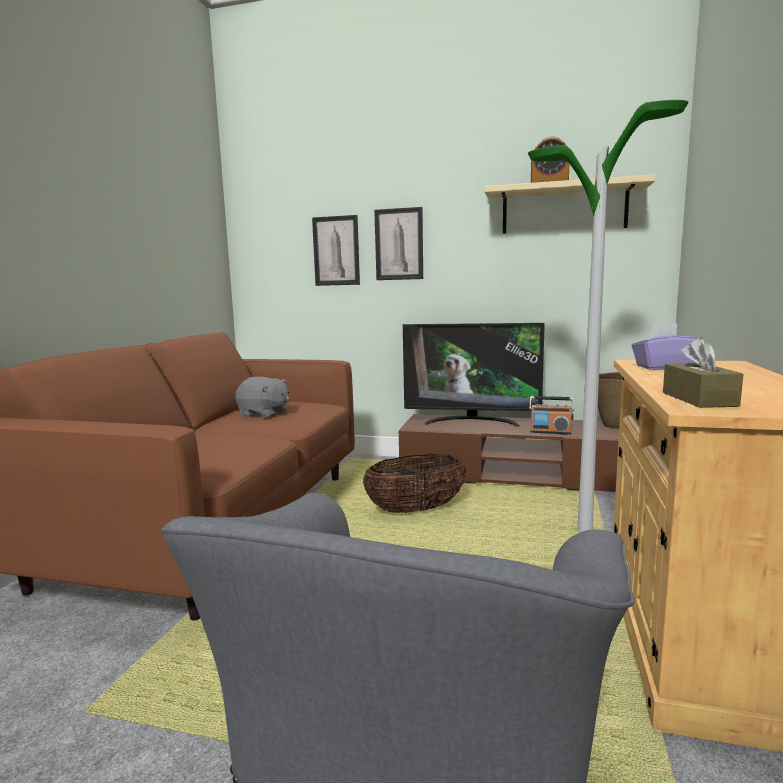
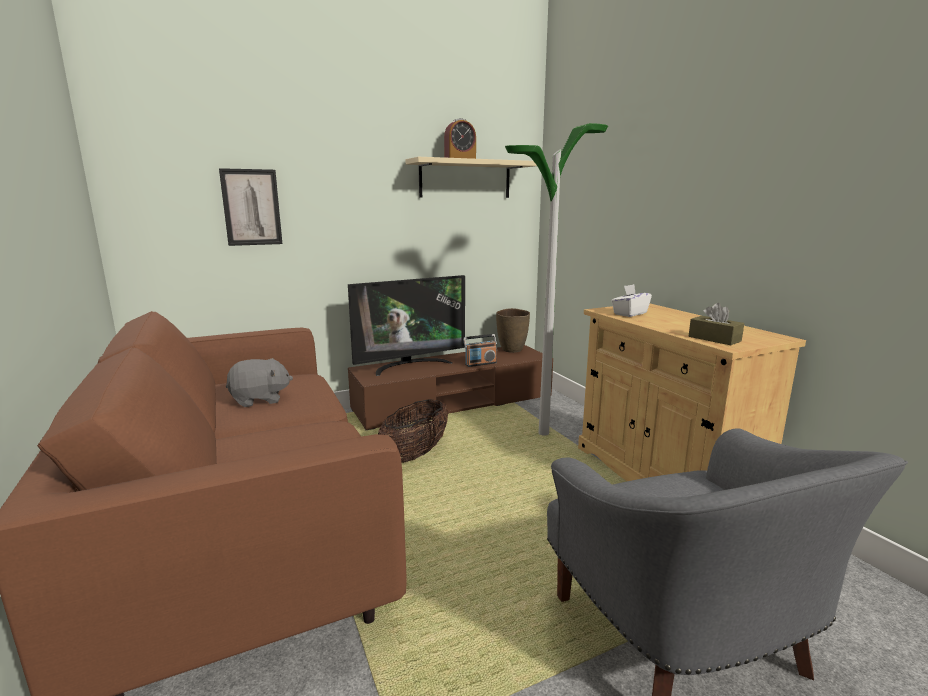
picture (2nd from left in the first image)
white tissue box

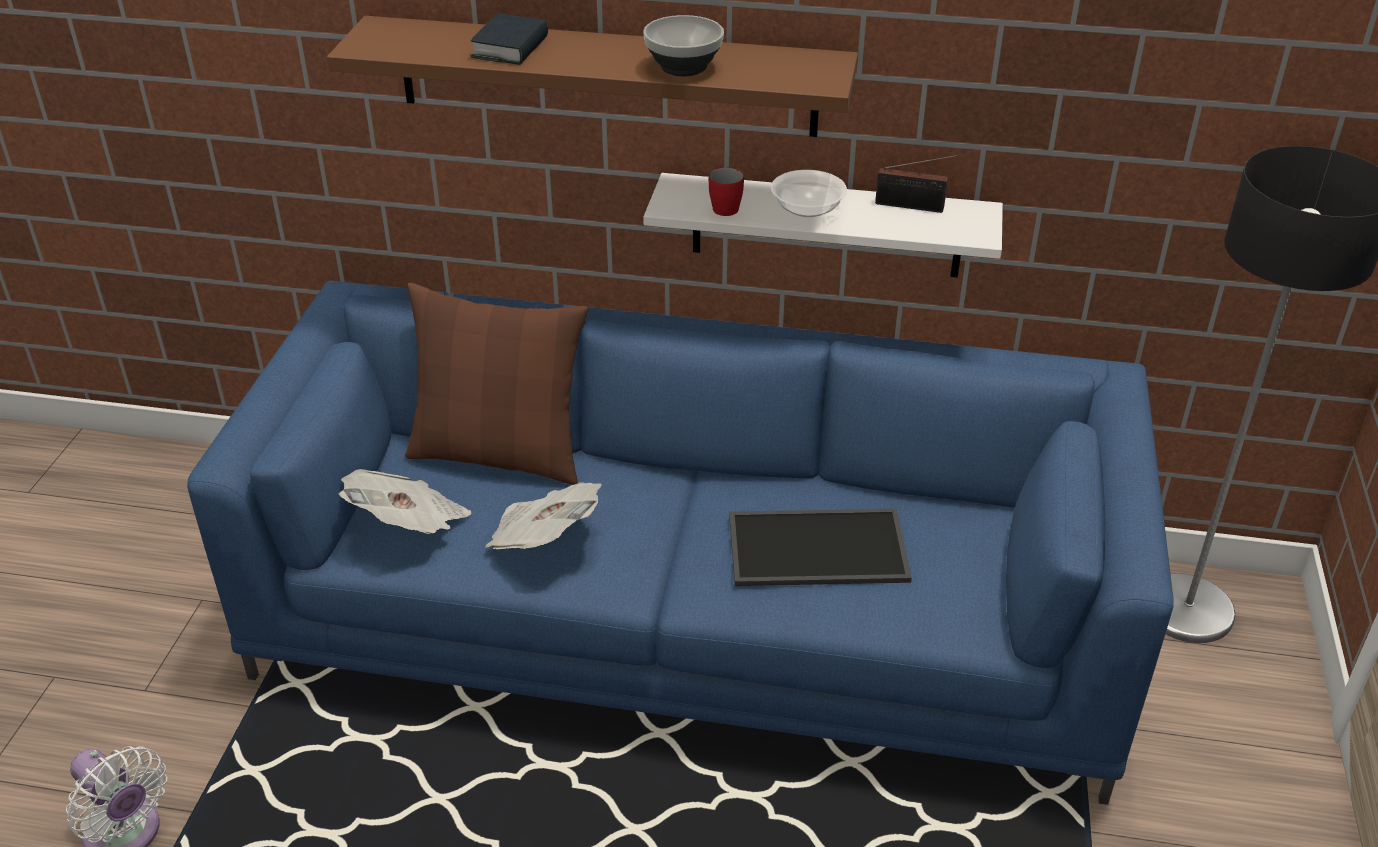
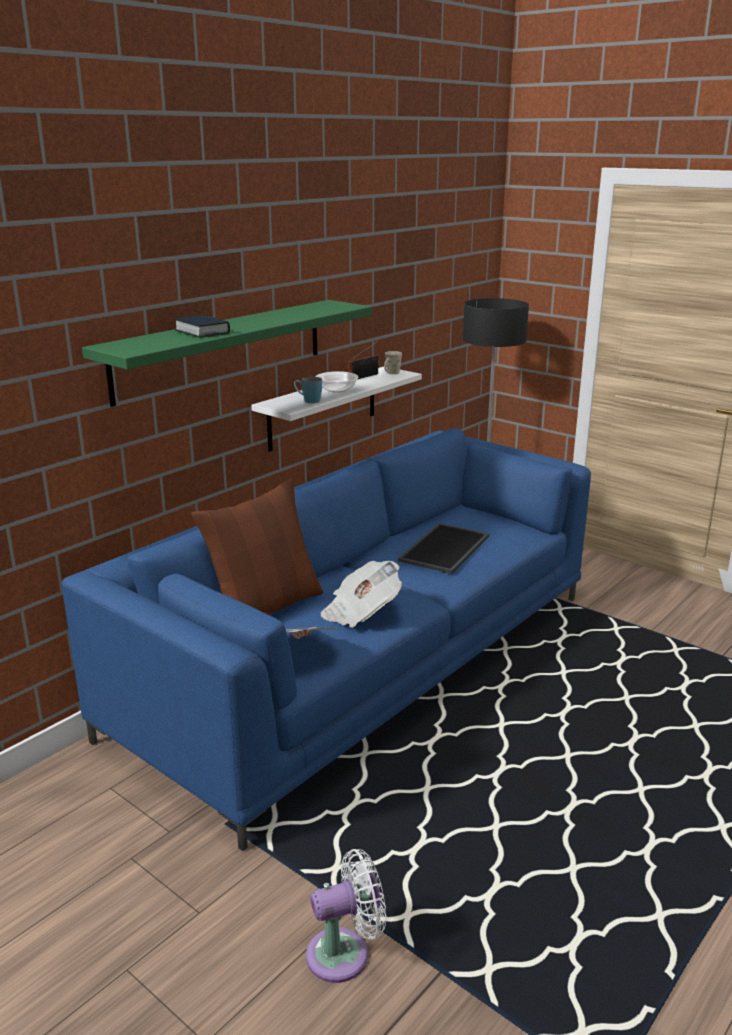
bowl (1st from left in the first image)
green shelf
blue mug
white mug

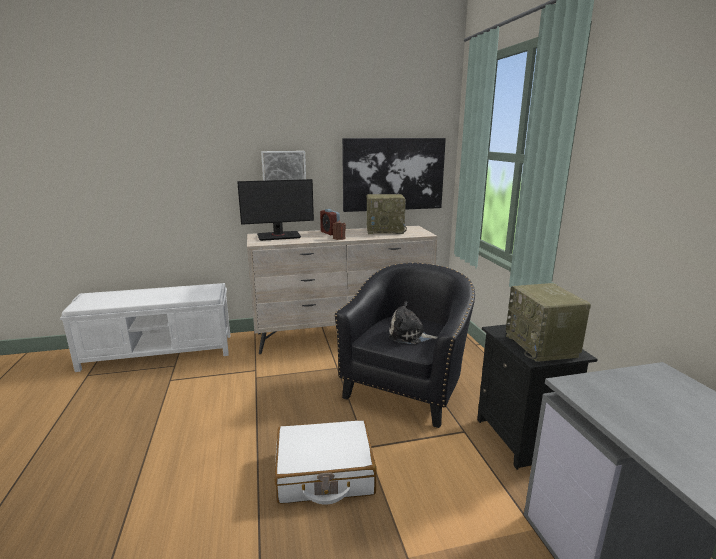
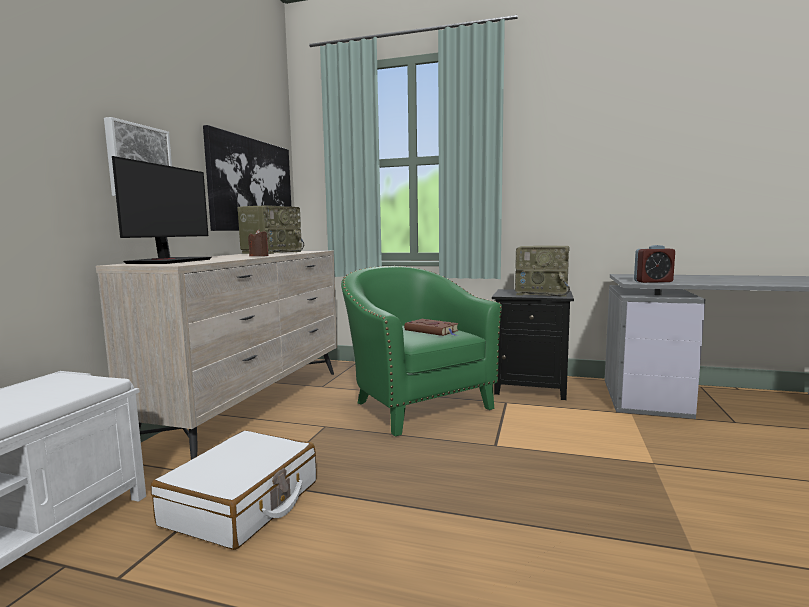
alarm clock
green armchair
brown book
white suitcase

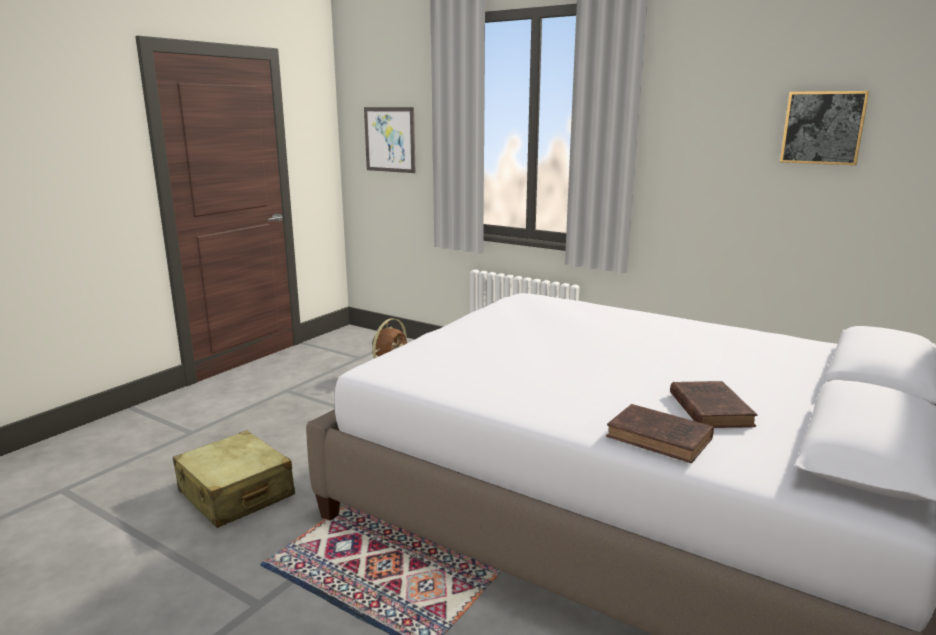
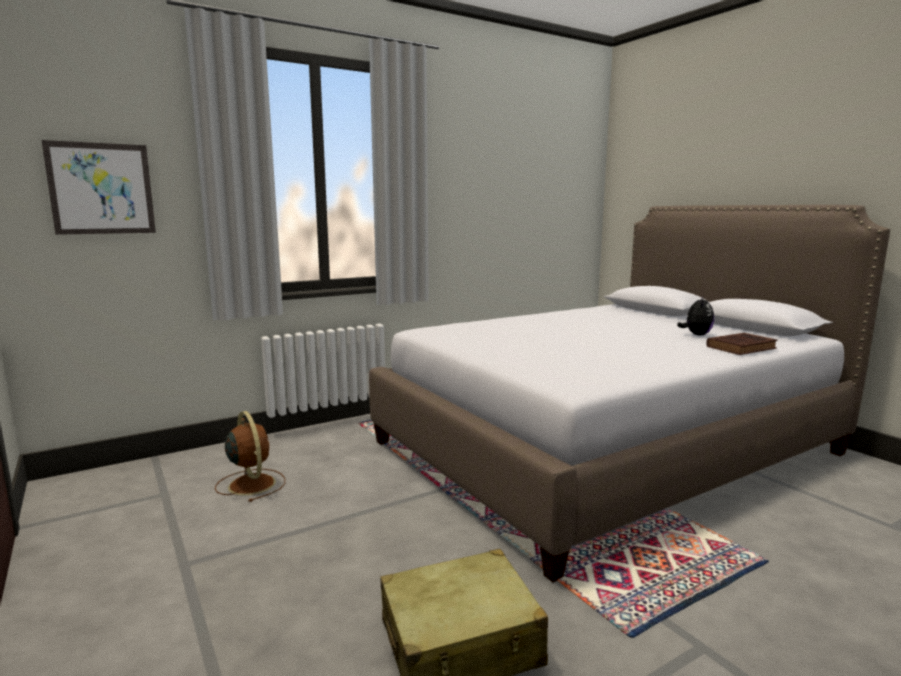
picture (2nd from left in the first image)
plush toy

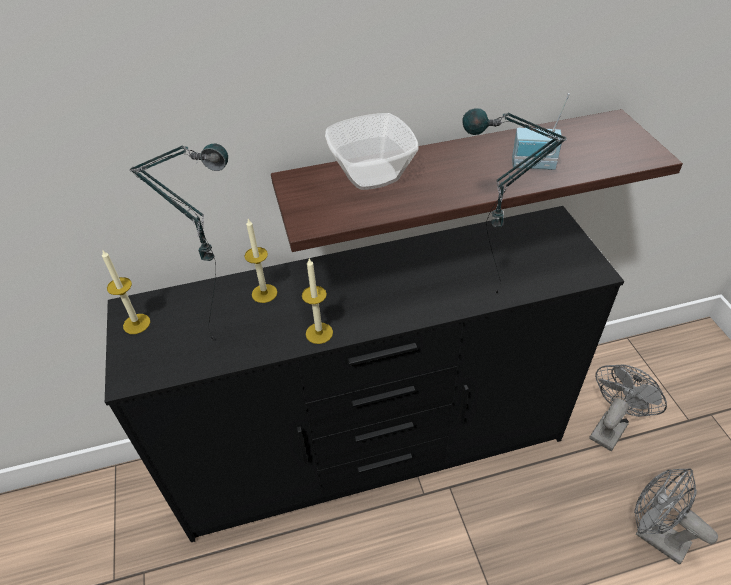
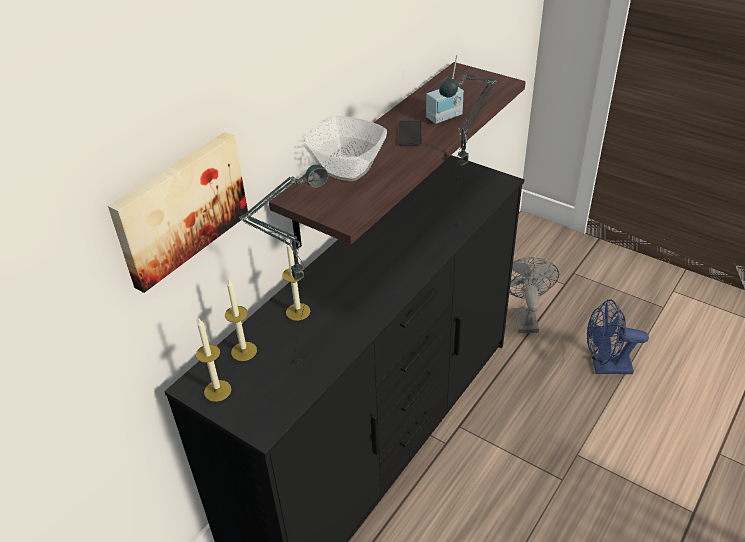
candle (2nd from left)
blue fan
phone
picture

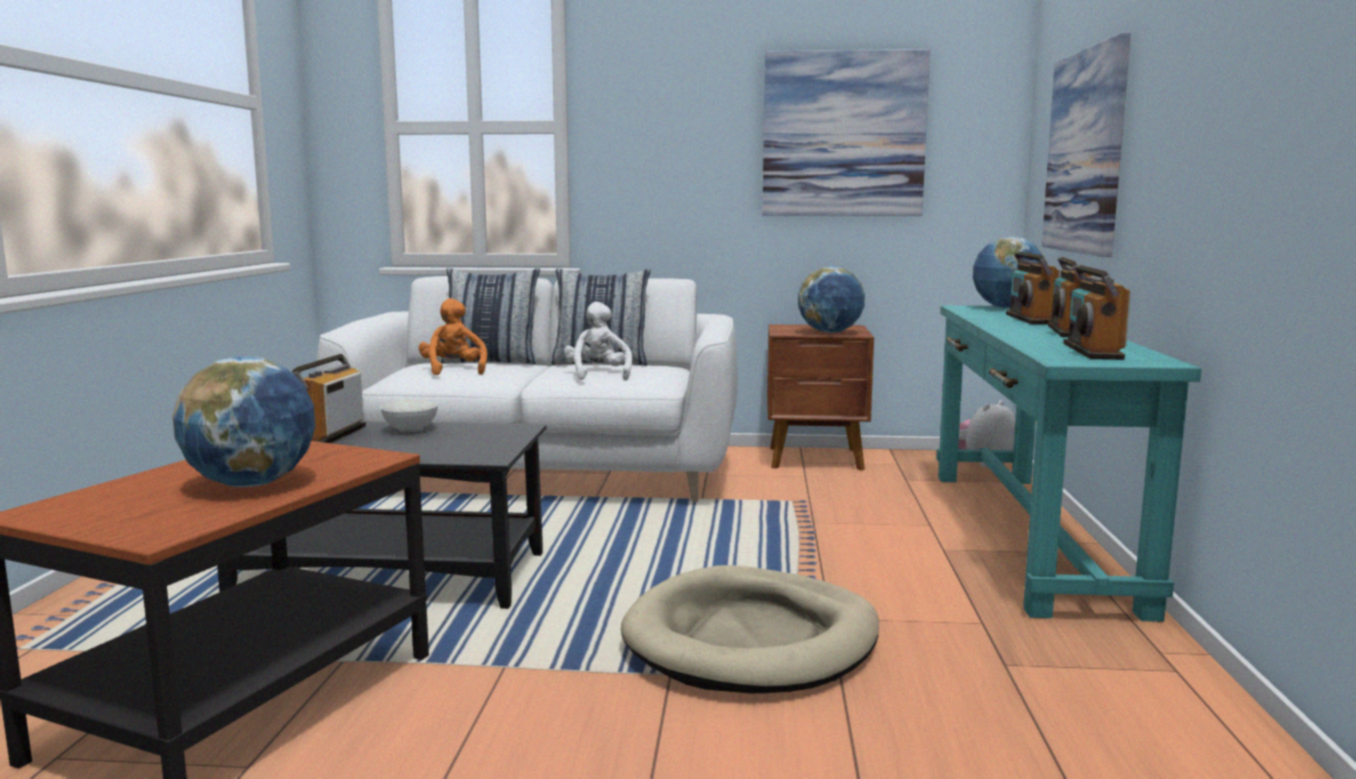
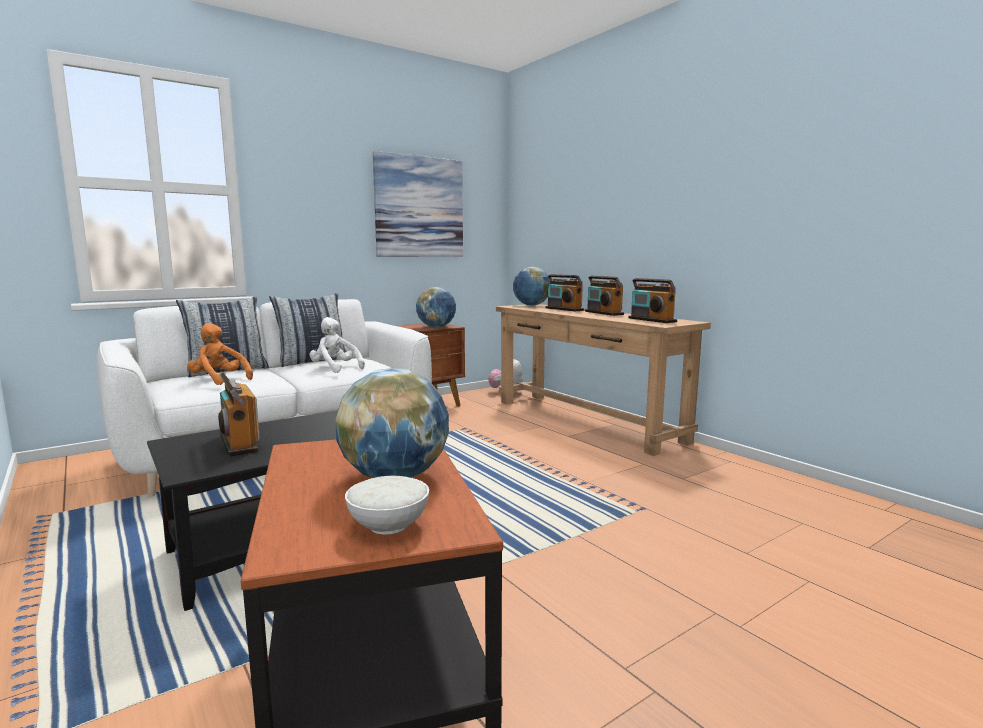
picture (2nd from left in the first image)
brown console table
white bowl
beige dog bed

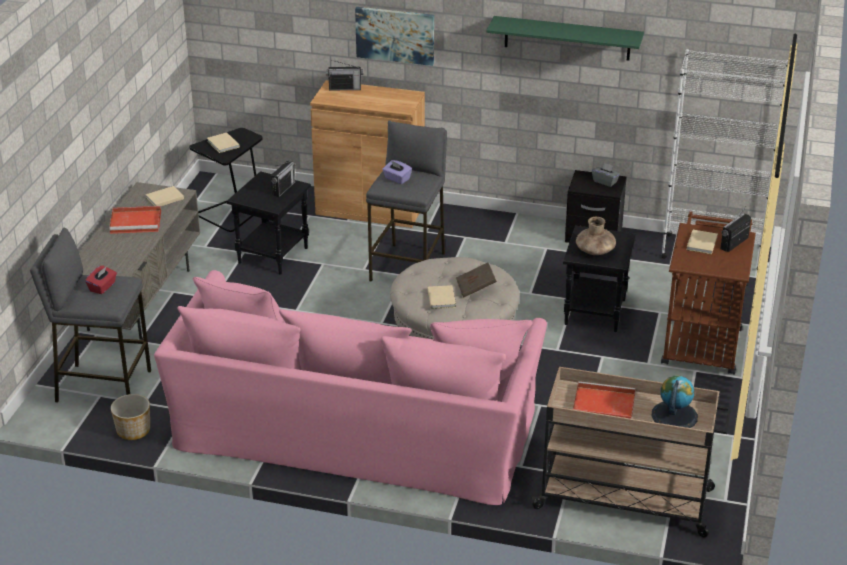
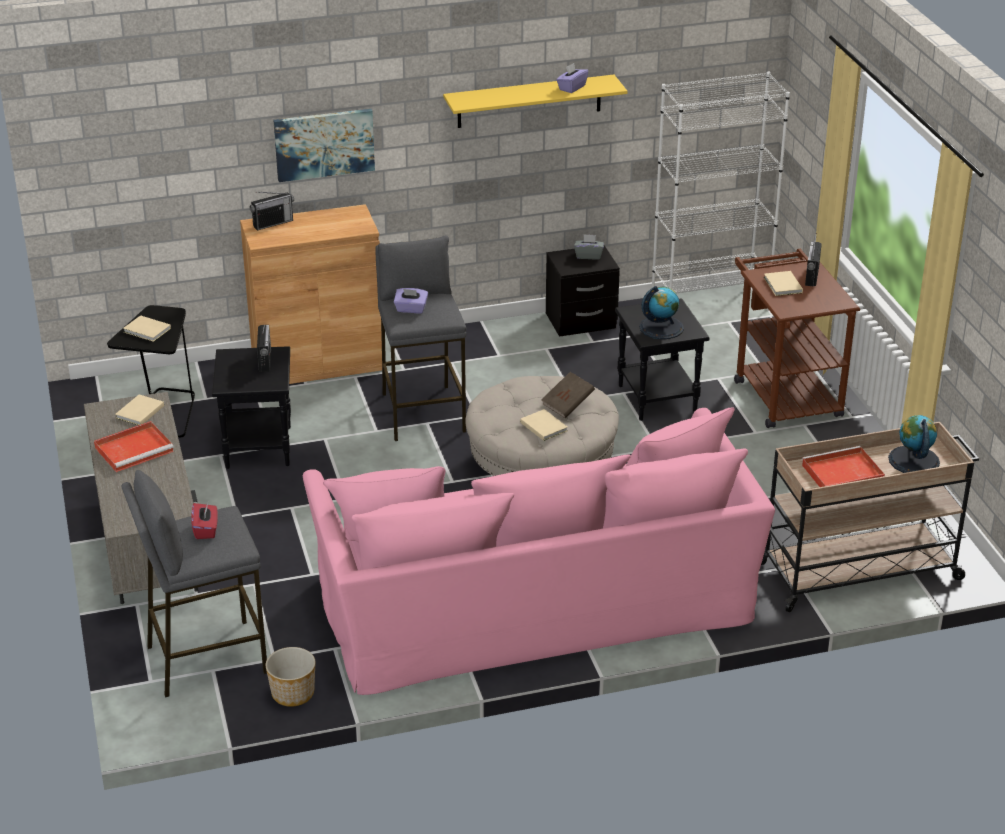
yellow shelf
globe (1st from left)
purple tissue box (2nd from left)

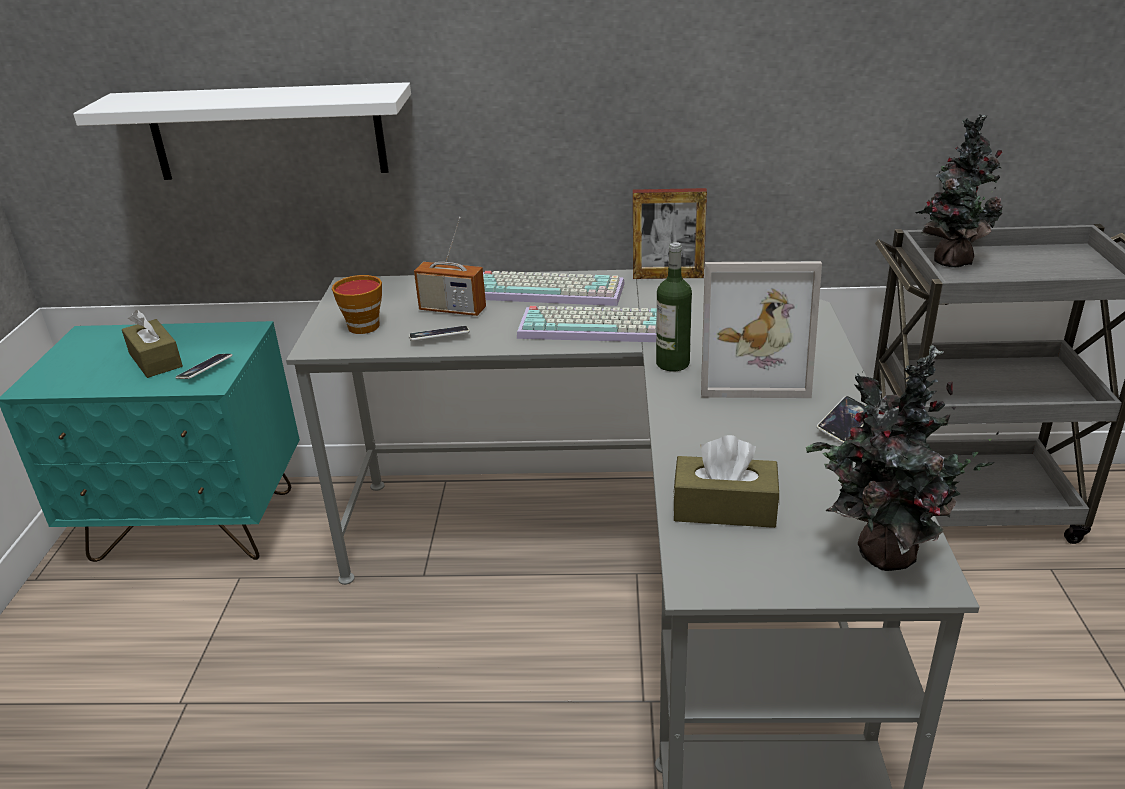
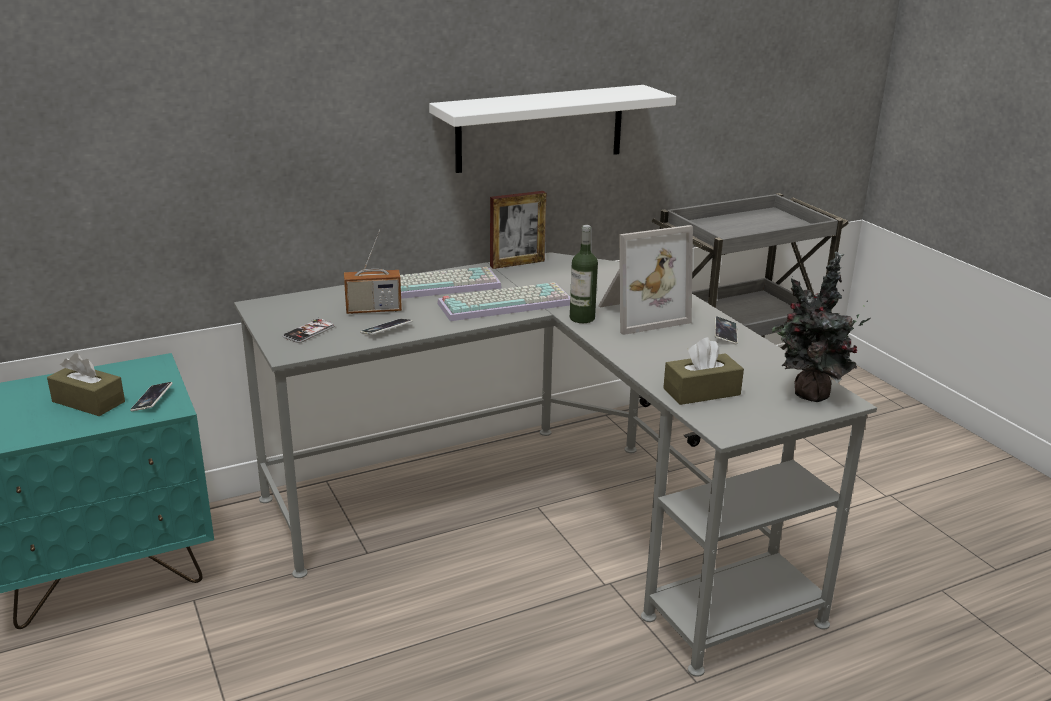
white shelf
potted plant (2nd from left in the first image)
phone (2nd from left)

